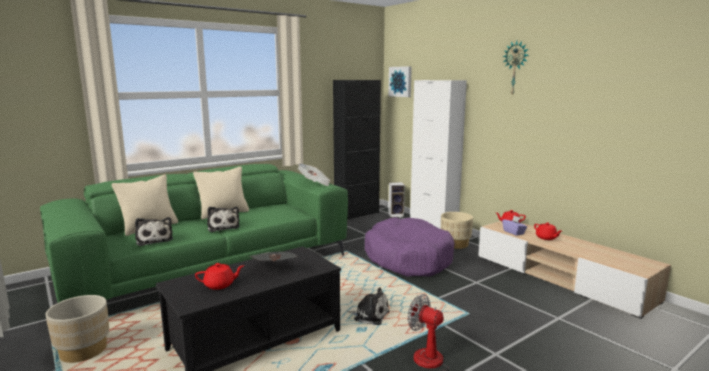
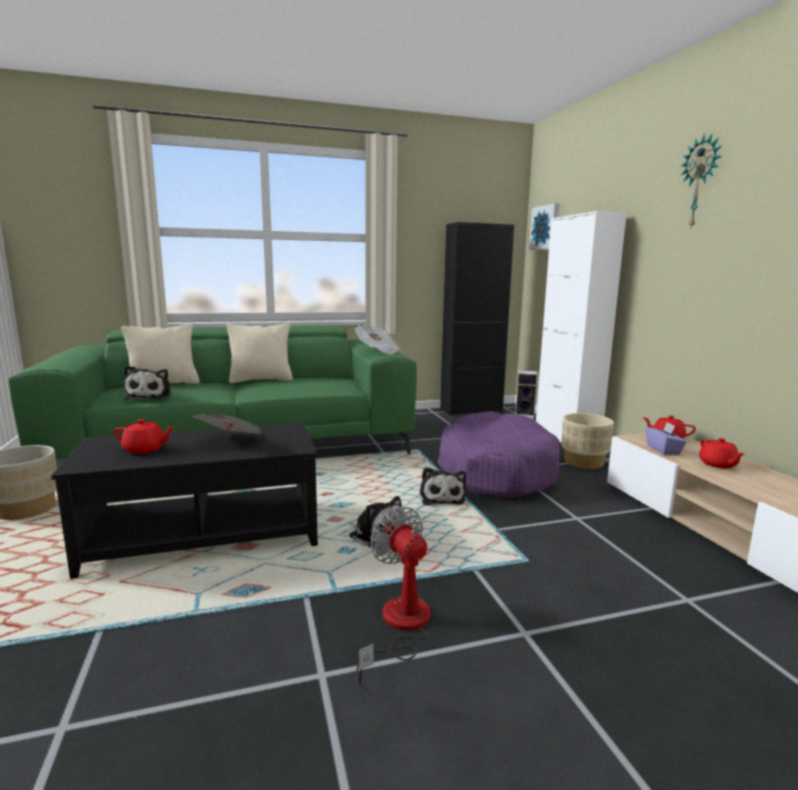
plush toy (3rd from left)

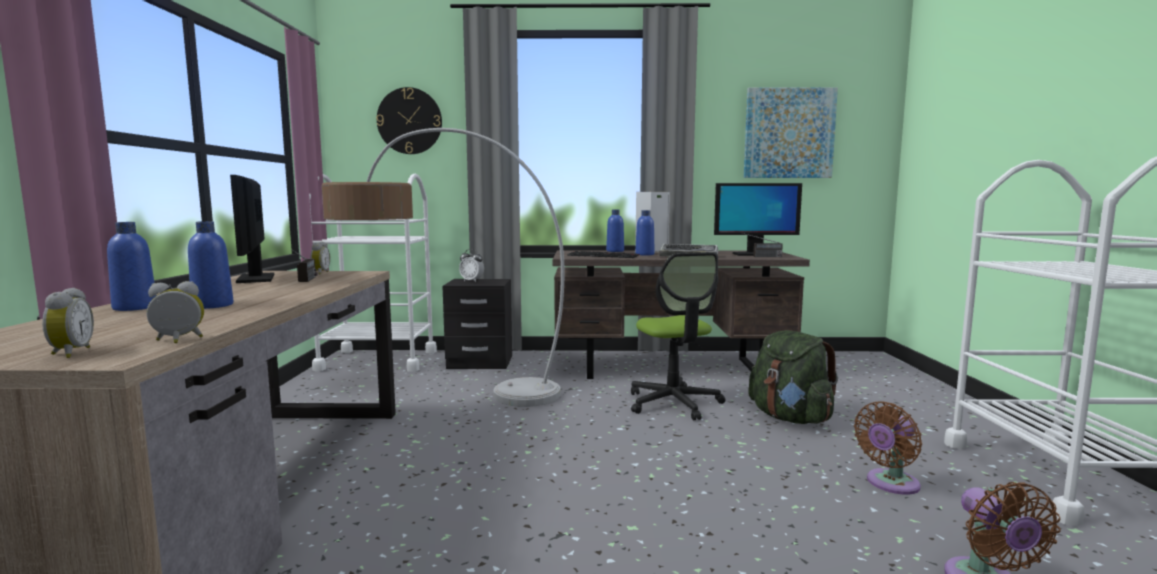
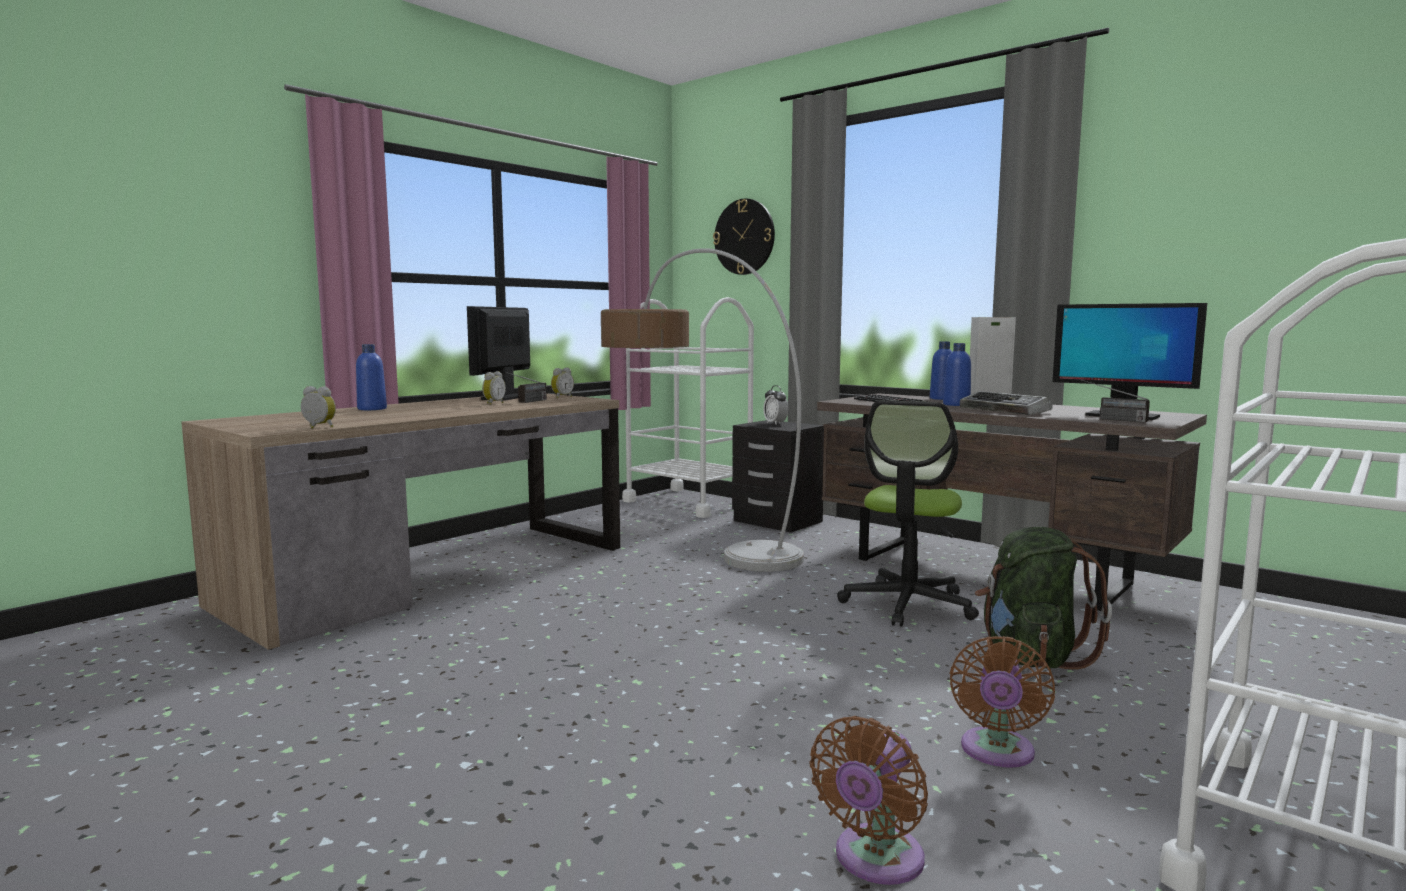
picture
blue bottle (2nd from left in the first image)
alarm clock (2nd from left)
brown fan (2nd from left)

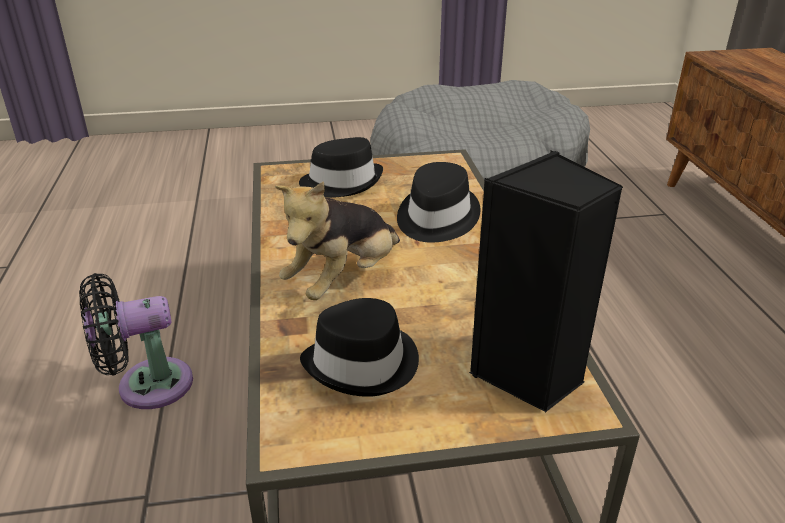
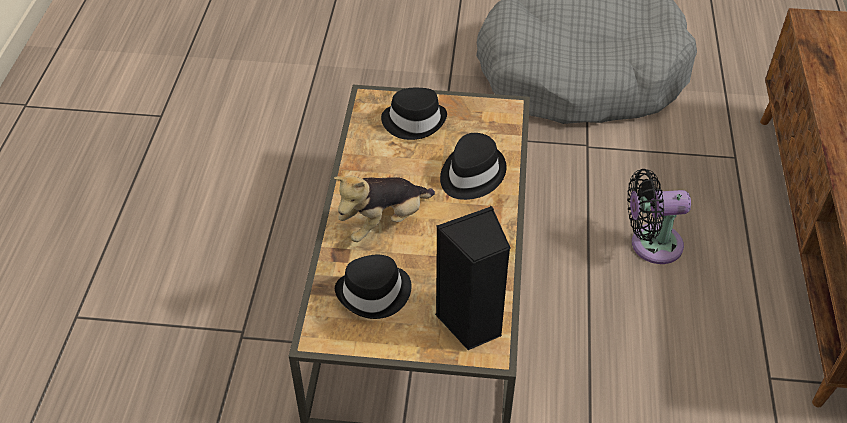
black fan

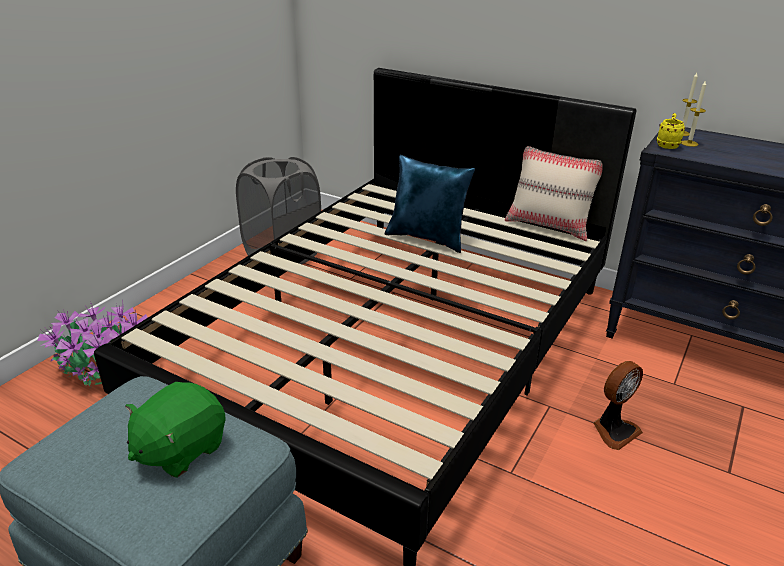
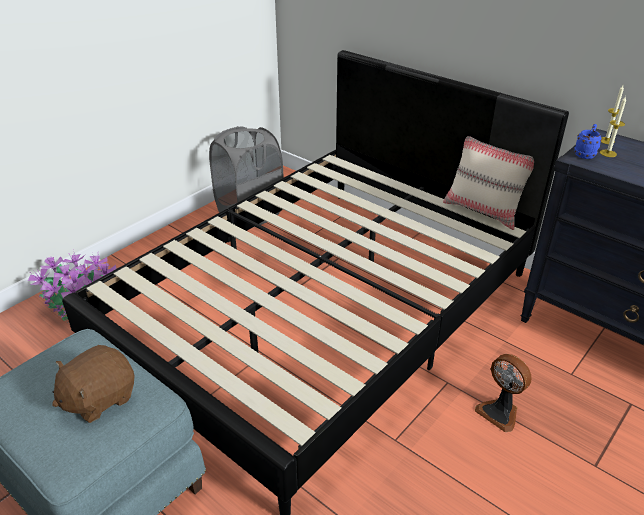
blue mug
blue pillow
fan
brown plush toy

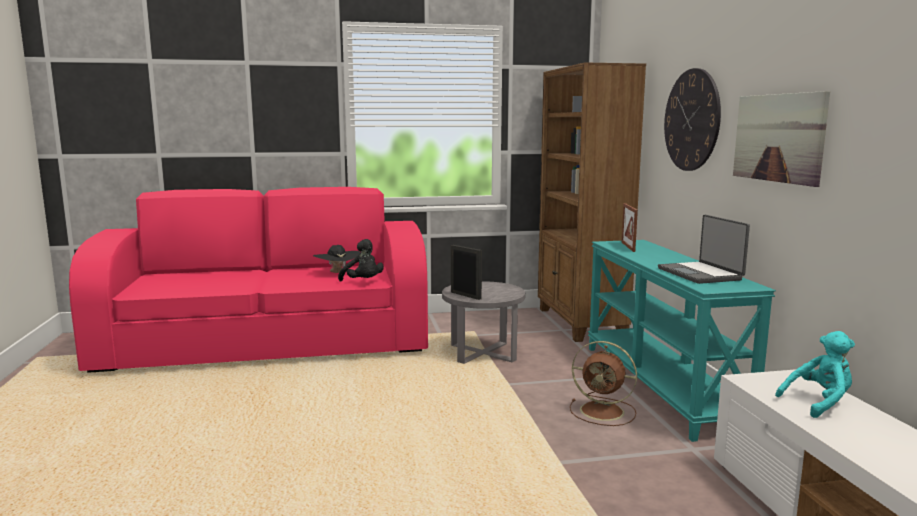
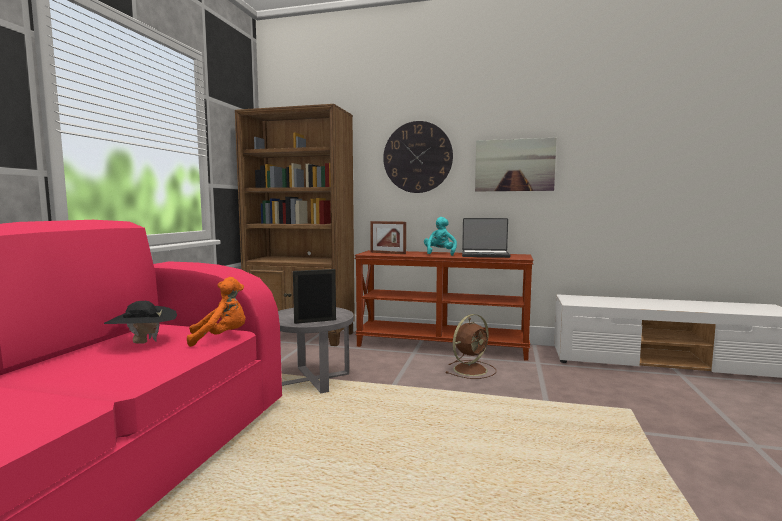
orange plush toy
brown console table
turquoise plush toy

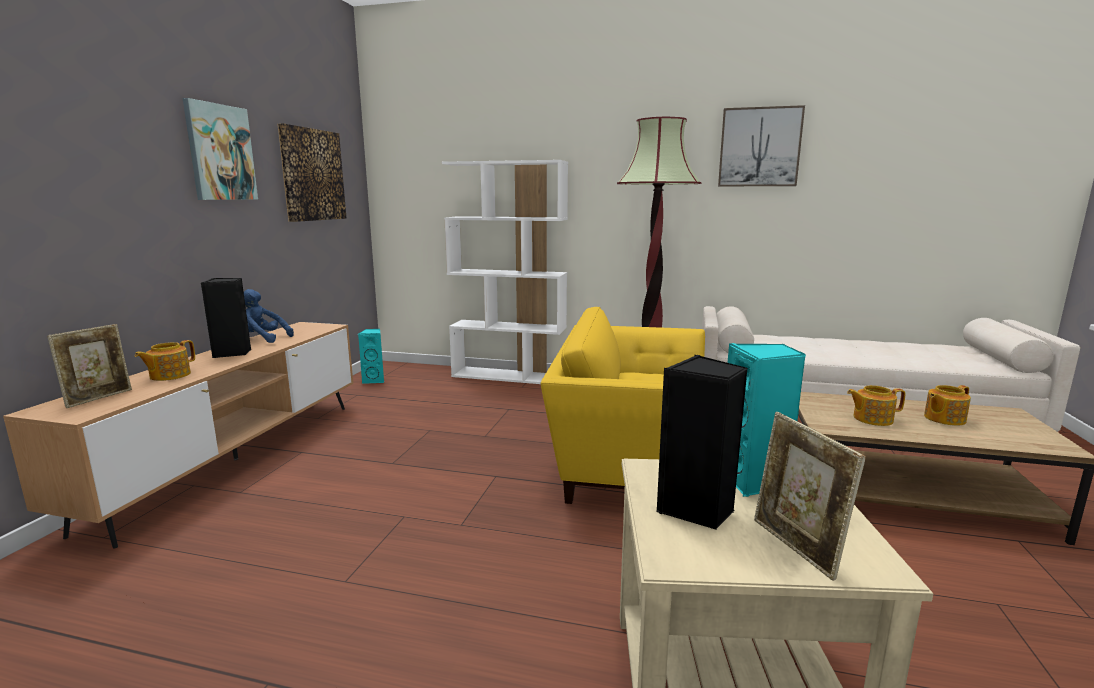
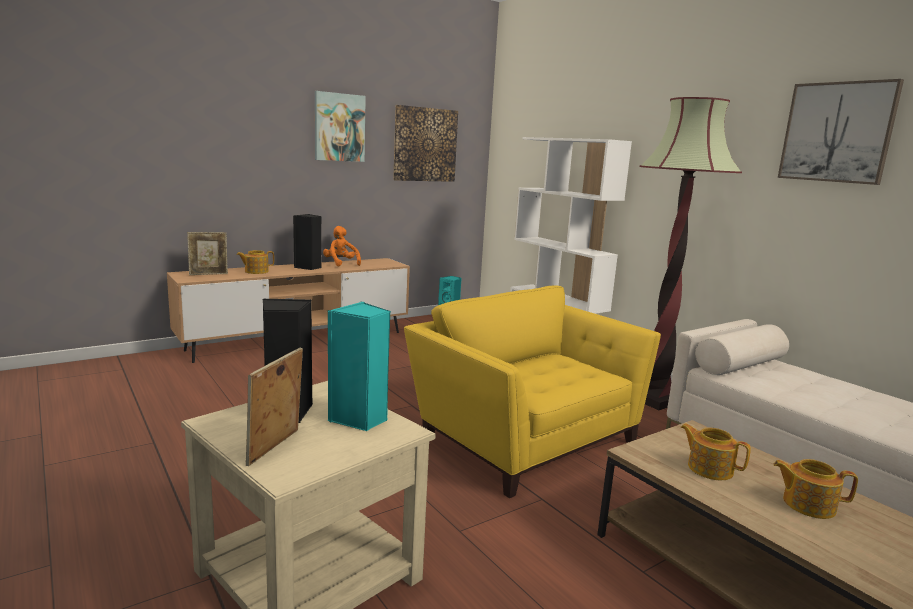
orange plush toy

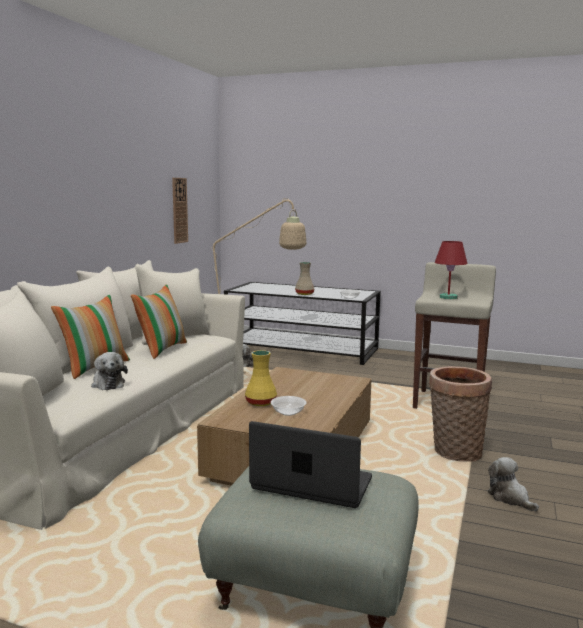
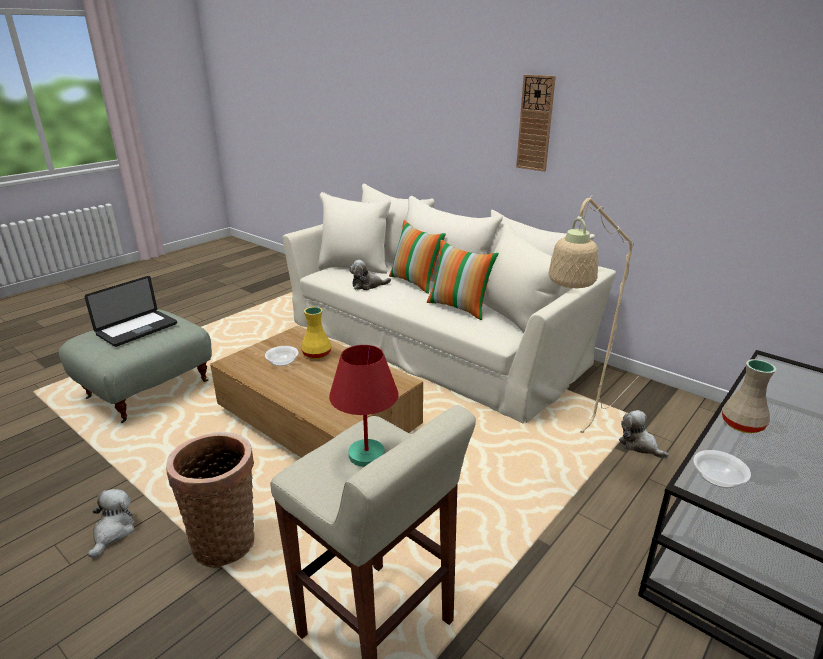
wall clock
plush toy (1st from left)

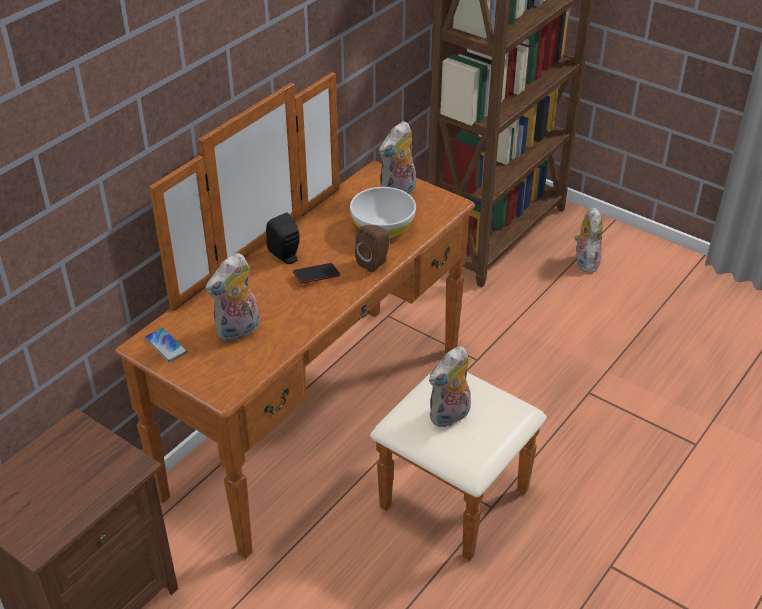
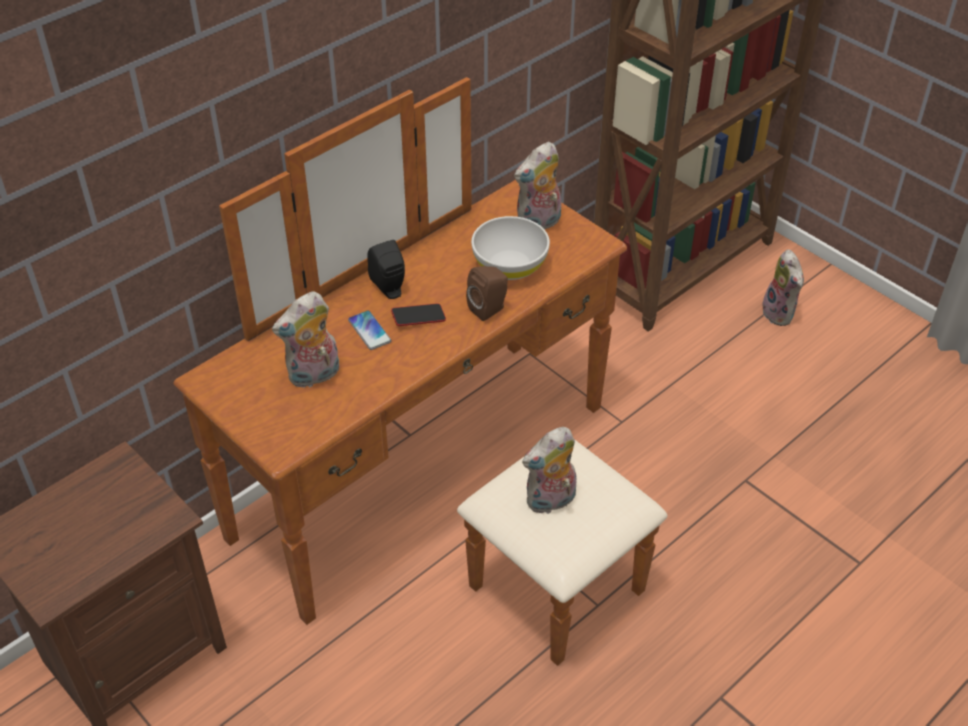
plush toy (4th from left)
phone (1st from left)

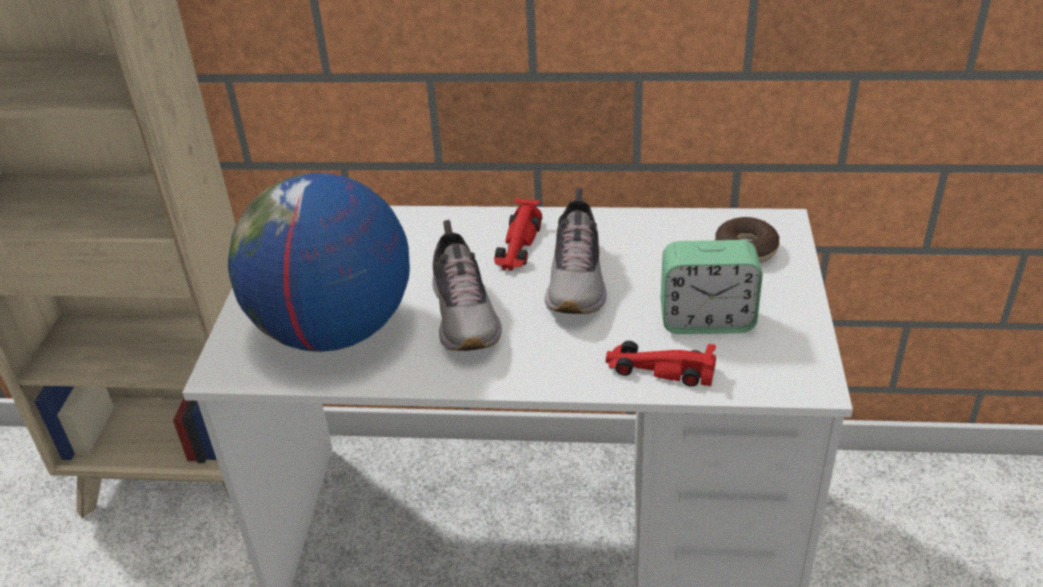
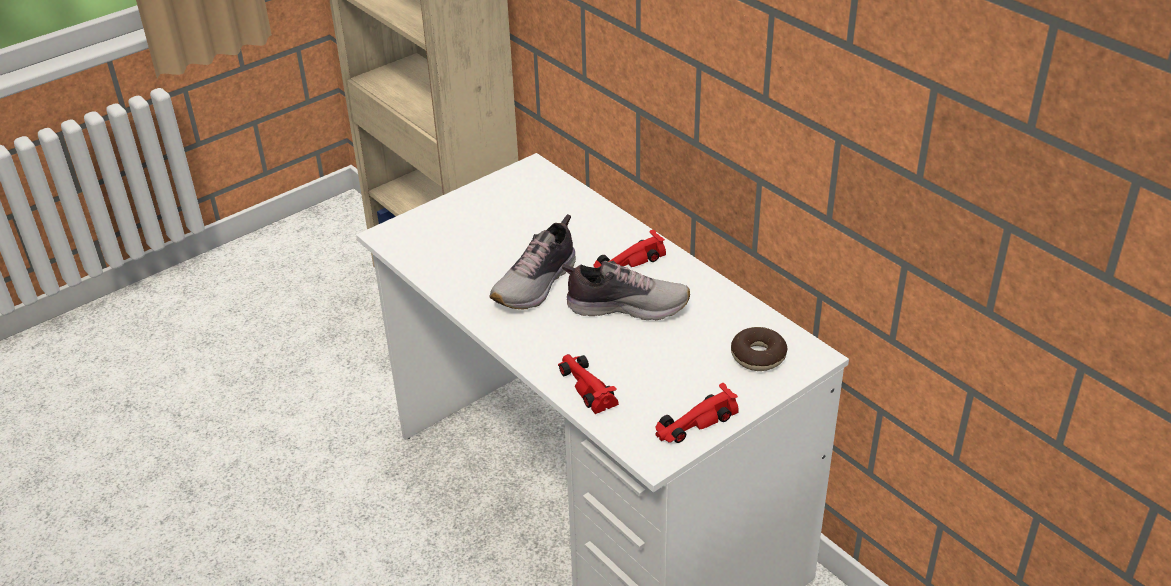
globe
shoe (2nd from left)
alarm clock
red toy car (3rd from left)

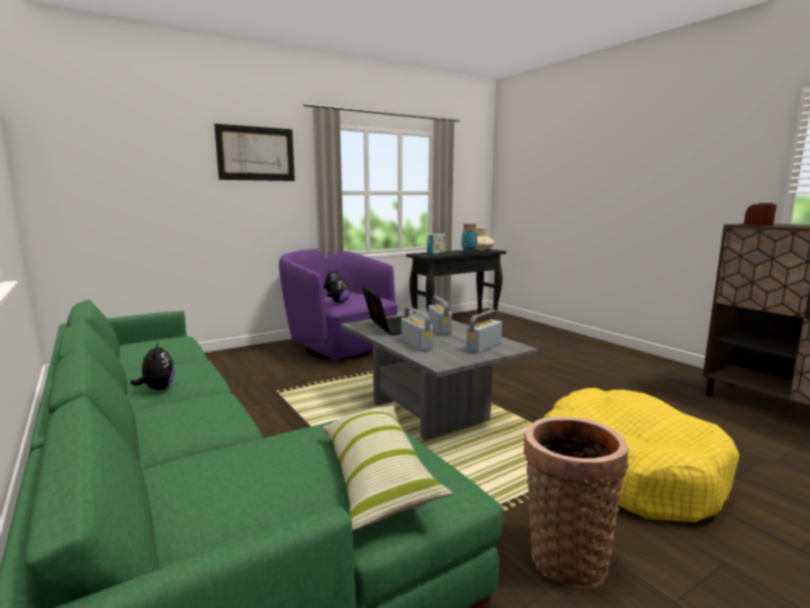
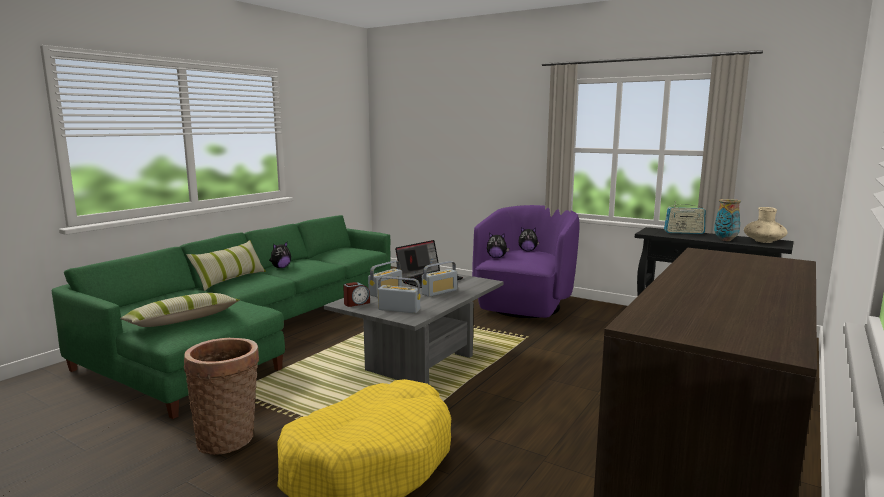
picture
alarm clock
pillow (2nd from left)

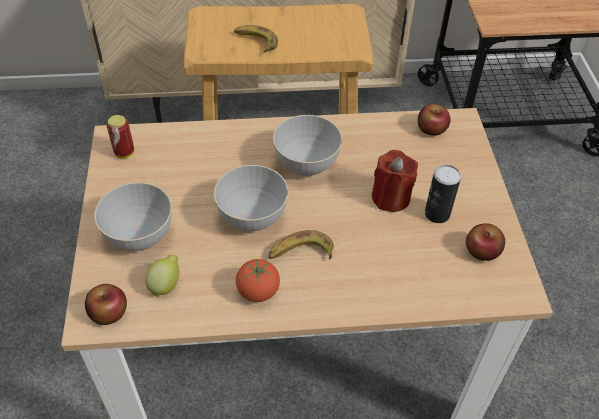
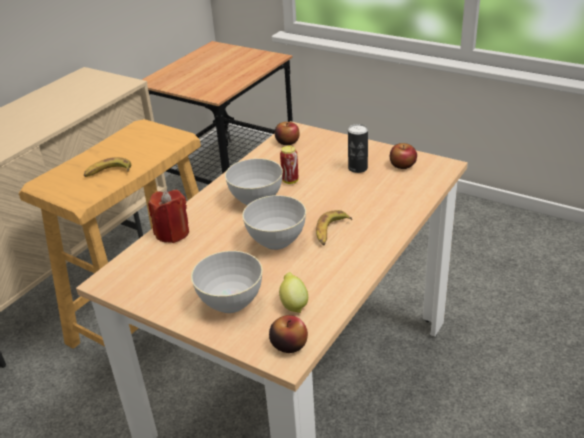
can (1st from left)
red candle
tomato

